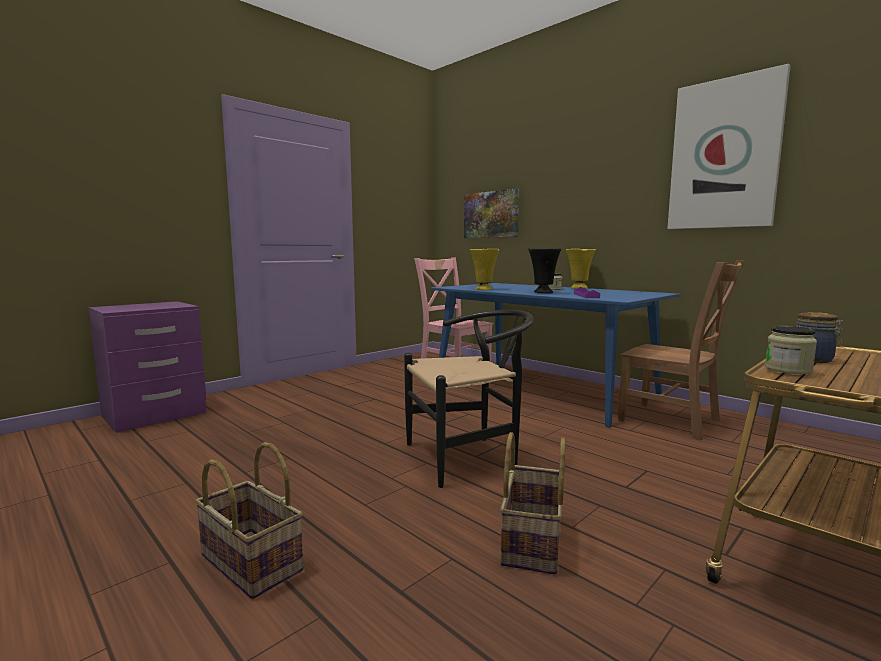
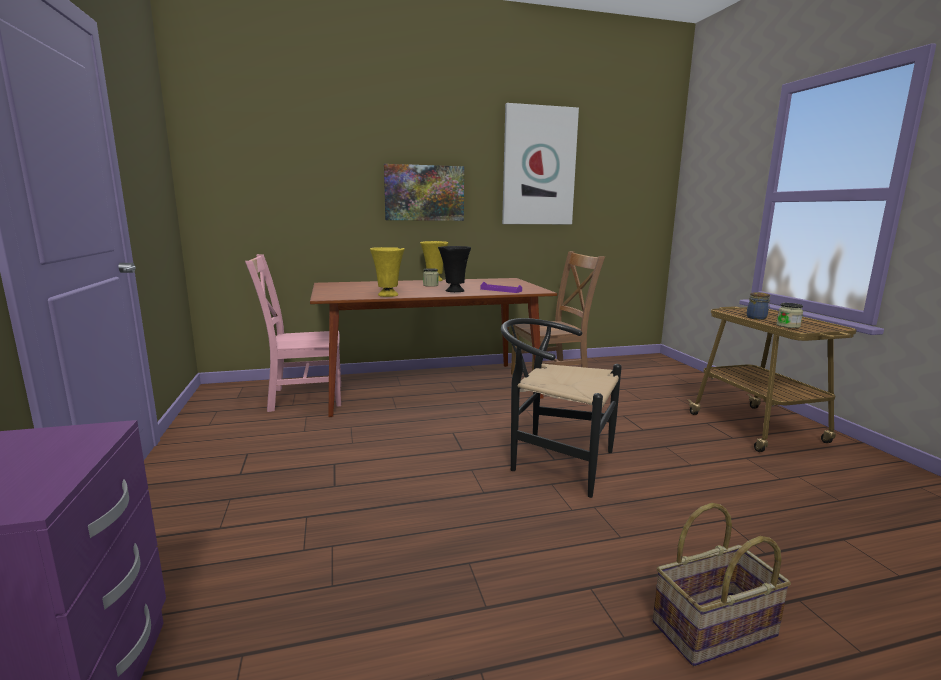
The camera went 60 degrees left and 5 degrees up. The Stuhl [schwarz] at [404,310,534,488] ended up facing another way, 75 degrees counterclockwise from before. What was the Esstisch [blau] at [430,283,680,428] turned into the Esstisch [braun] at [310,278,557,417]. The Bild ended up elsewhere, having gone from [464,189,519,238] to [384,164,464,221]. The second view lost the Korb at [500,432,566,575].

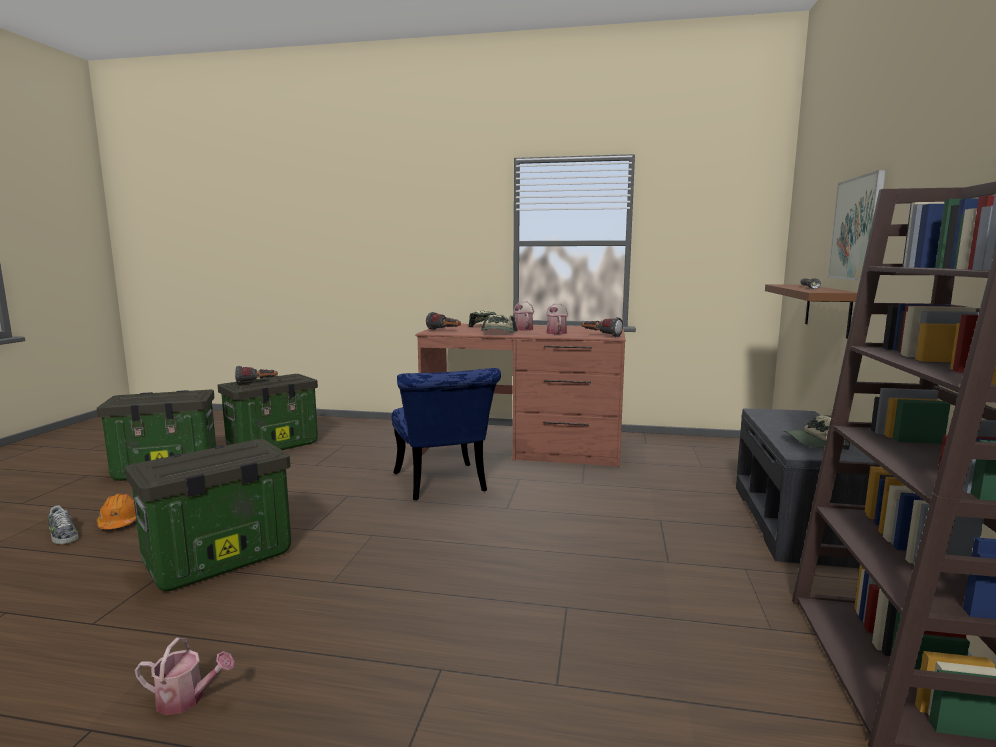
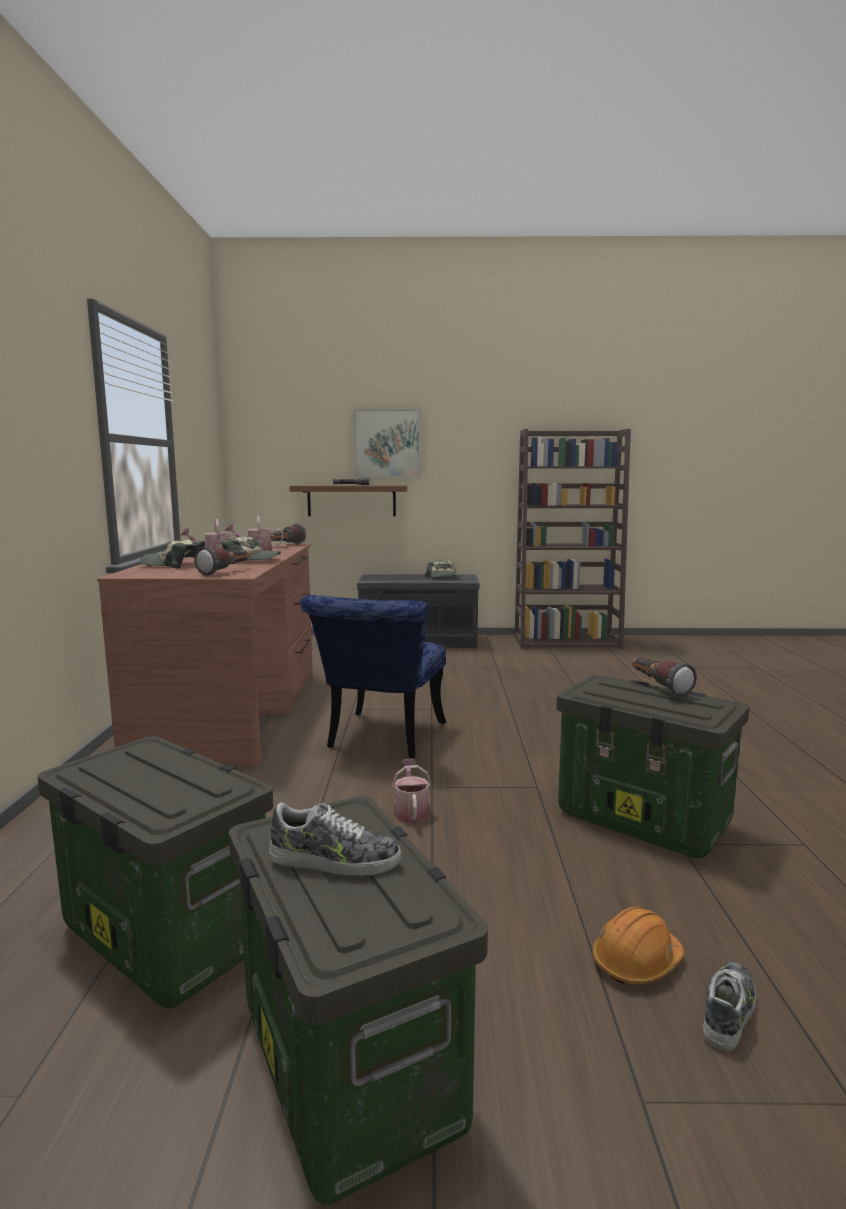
The camera went 100 degrees left and 0 degrees up. The Gießkanne ended up elsewhere, having gone from [135,638,235,716] to [392,759,431,823]. The Taschenlampe ended up elsewhere, having gone from [235,366,278,384] to [632,658,697,697]. The Stuhl [blau] at [392,368,501,500] ended up facing another way, 135 degrees clockwise from before. The second view gained the Schuh at [269,802,401,876].

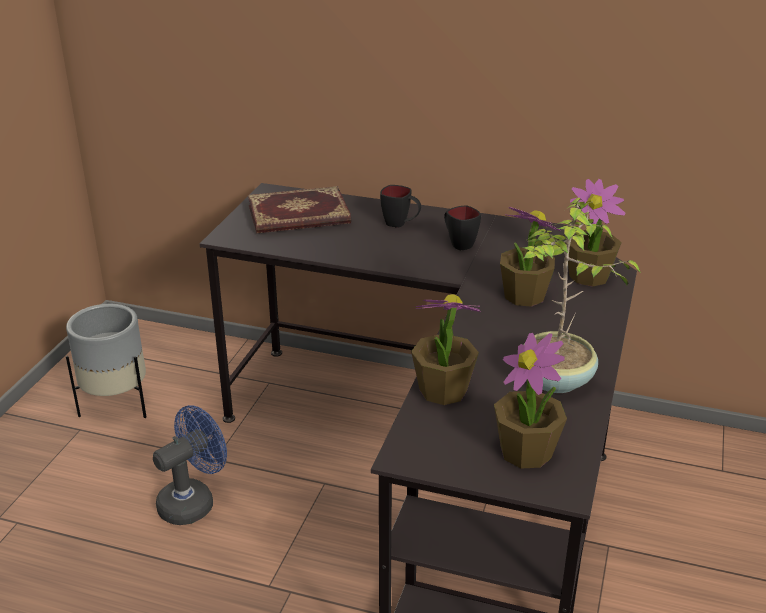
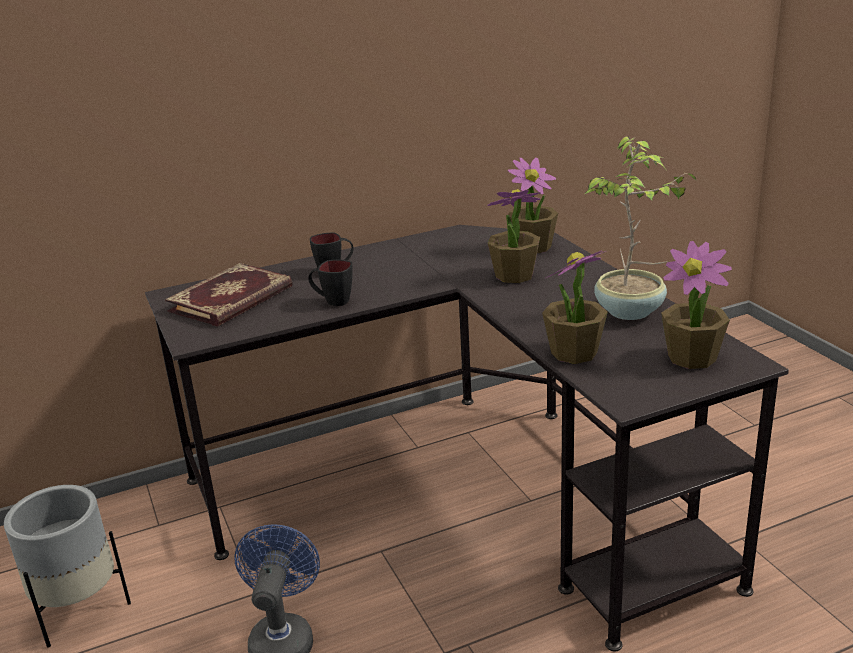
The camera went 40 degrees left and 5 degrees down. The Henkelbecher [schwarz] ended up elsewhere, having gone from [444,205,481,251] to [308,260,353,306].

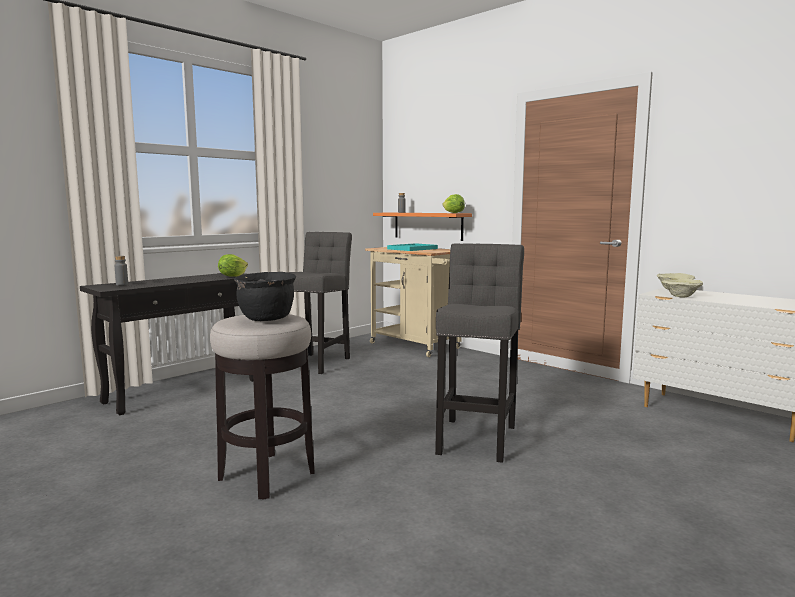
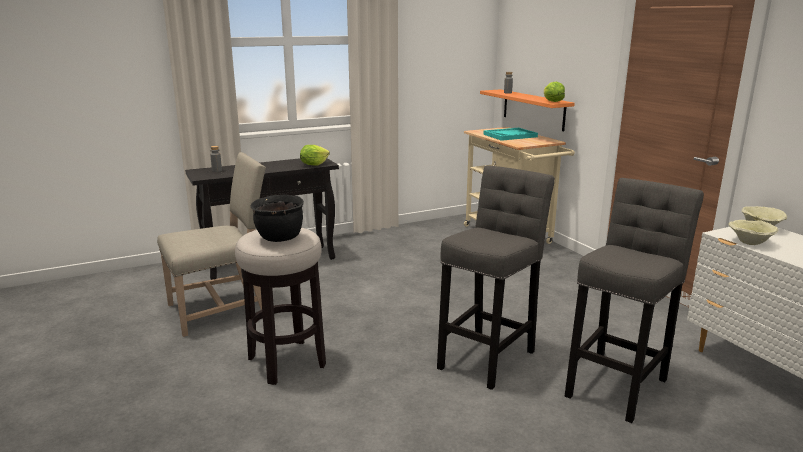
The camera went 20 degrees right and 10 degrees up. The Hocker [grau] ended up elsewhere, having gone from [287,232,352,374] to [565,178,704,423]. The second view gained the Stuhl [beige] at [157,152,266,337].

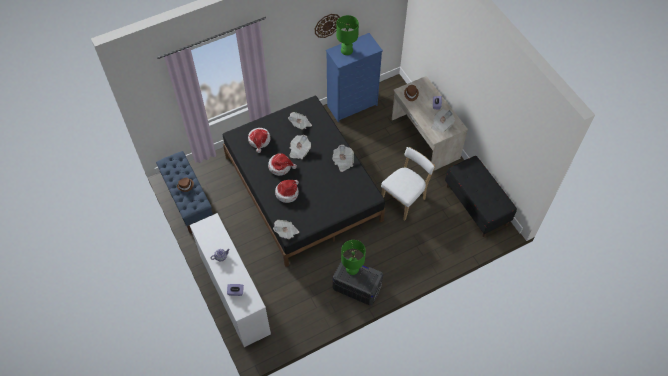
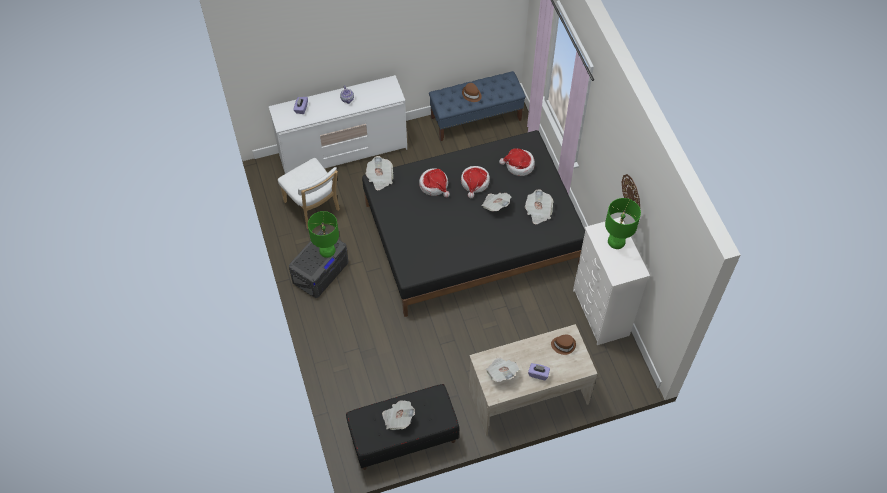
The camera went 100 degrees right and 0 degrees up. What was the Kommode [blau] at [326,33,383,122] turned into the Kommode [weiß] at [573,217,650,345]. The Zeitung ended up elsewhere, having gone from [332,145,354,172] to [382,400,415,430]. The Stuhl [weiß] ended up elsewhere, having gone from [381,147,435,220] to [278,158,340,229].

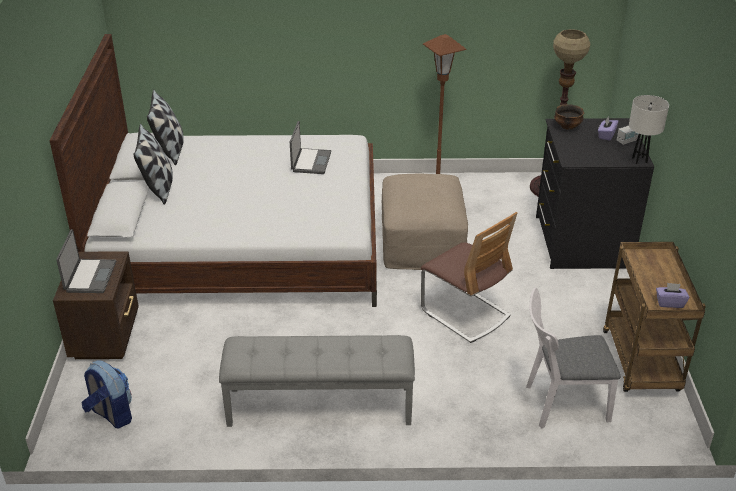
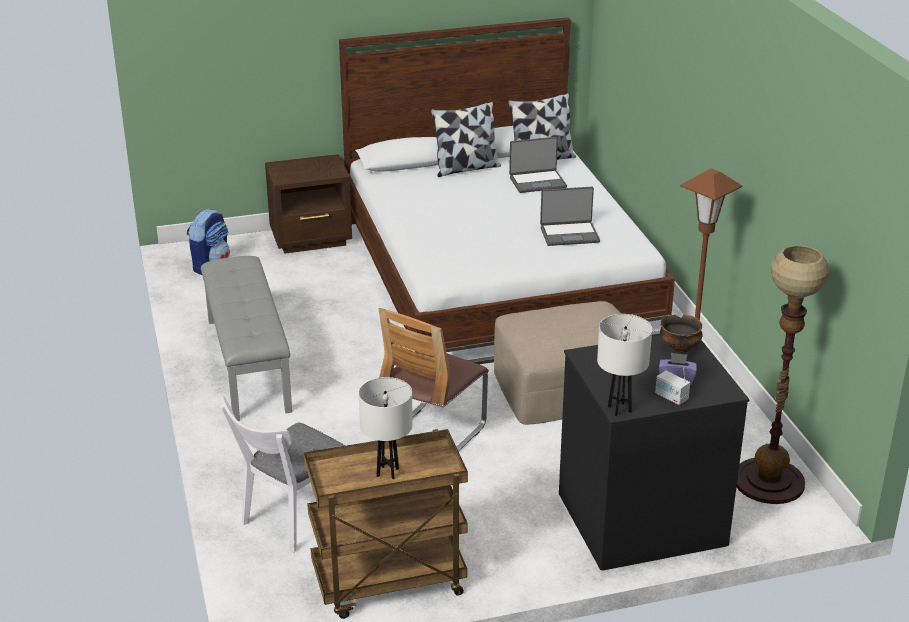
The camera went 75 degrees right and 5 degrees down. The Laptop ended up elsewhere, having gone from [56,229,116,293] to [509,137,567,193]. The Stuhl [weiß] at [526,288,620,429] ended up facing another way, 120 degrees counterclockwise from before. The second view lost the Taschentuchbox [lila] at [656,283,689,308]. The second view gained the Tischlampe [weiß] at [359,377,413,479].

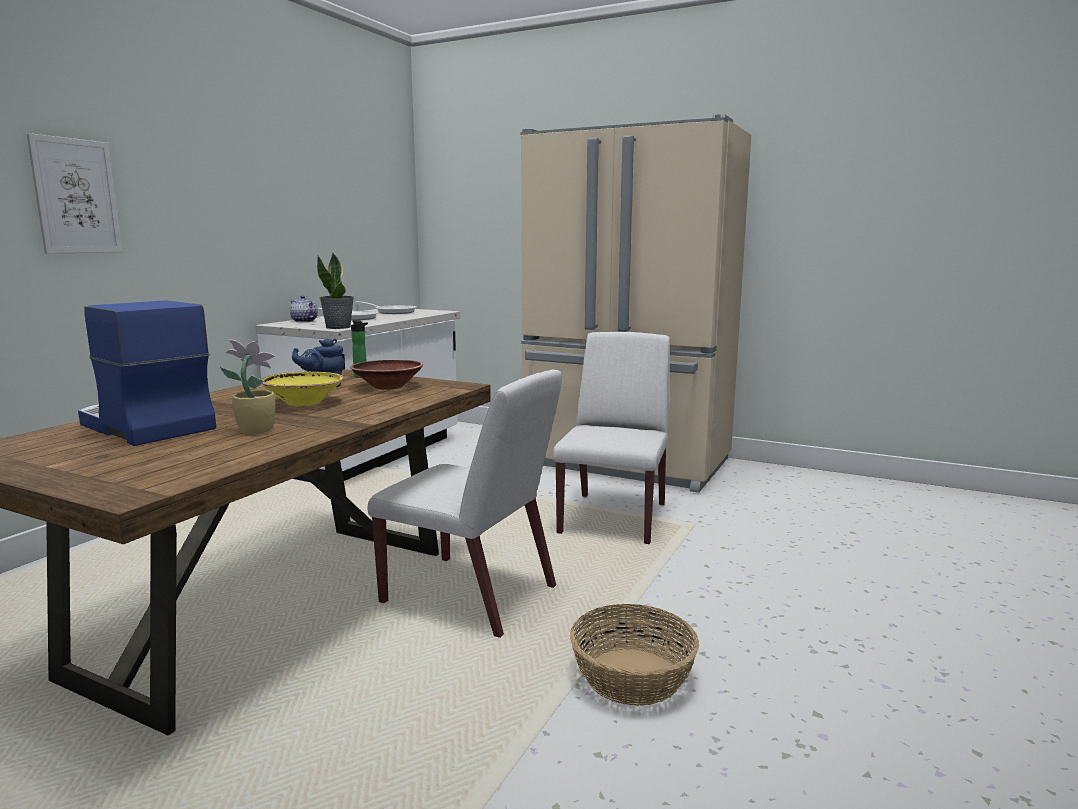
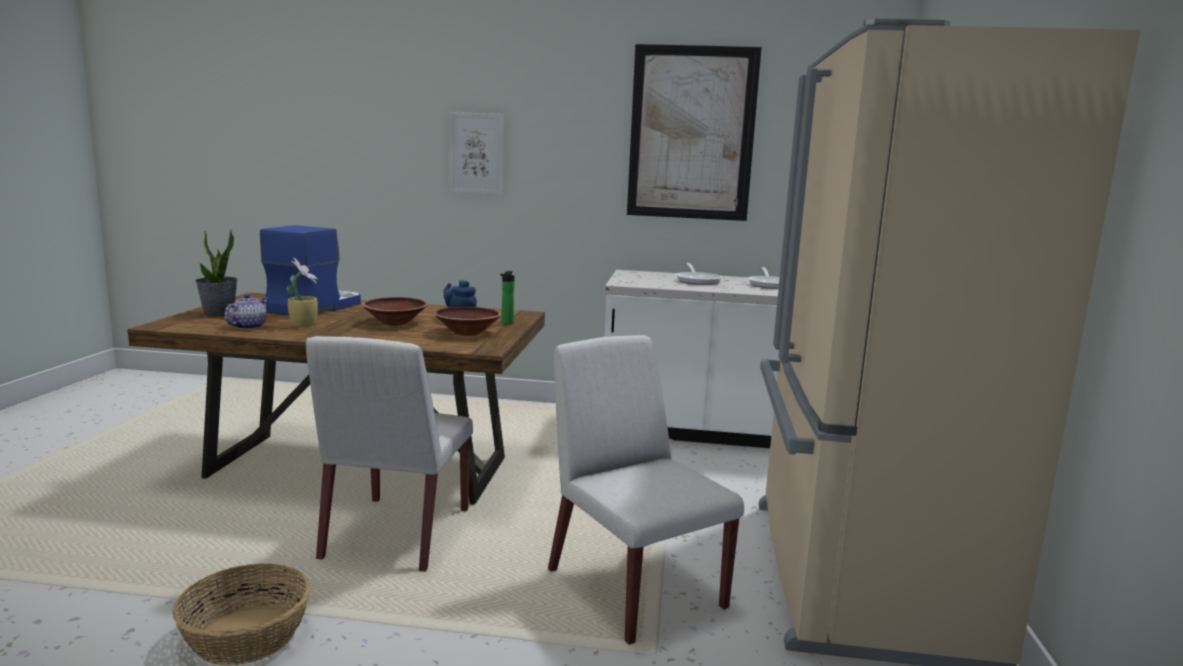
The camera went 70 degrees right and 0 degrees up. What was the Schüssel [gelb] at [261,372,344,406] turned into the Schüssel [braun] at [362,297,428,326]. The Teekanne ended up elsewhere, having gone from [290,296,318,322] to [225,294,268,330]. The Topfpflanze ended up elsewhere, having gone from [317,253,354,329] to [195,229,238,317]. The Stuhl [weiß] at [553,332,670,544] ended up facing another way, 120 degrees counterclockwise from before. The second view gained the Bild at [627,44,761,221].

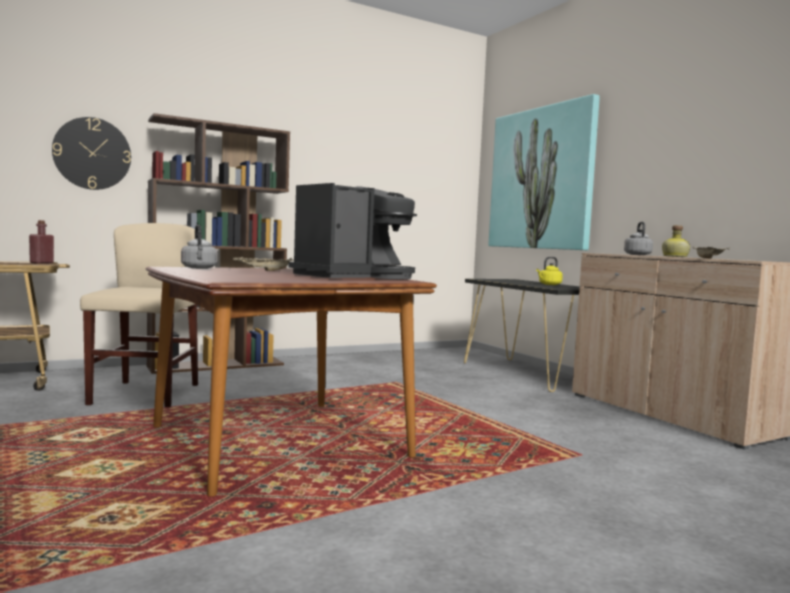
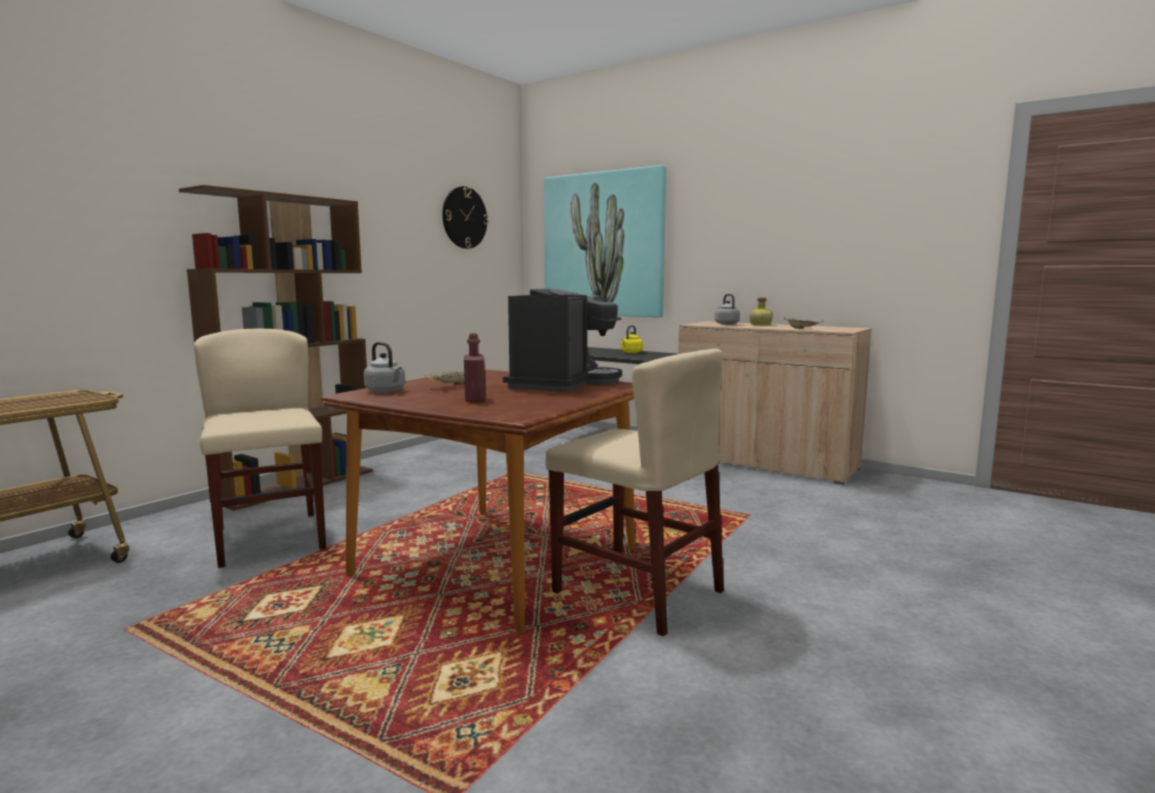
The camera went 25 degrees left and 5 degrees up. The Flasche [rot] ended up elsewhere, having gone from [29,220,54,264] to [464,333,485,402]. The Wanduhr ended up elsewhere, having gone from [52,117,131,190] to [442,186,489,249]. The second view gained the Stuhl [beige] at [545,348,724,636].

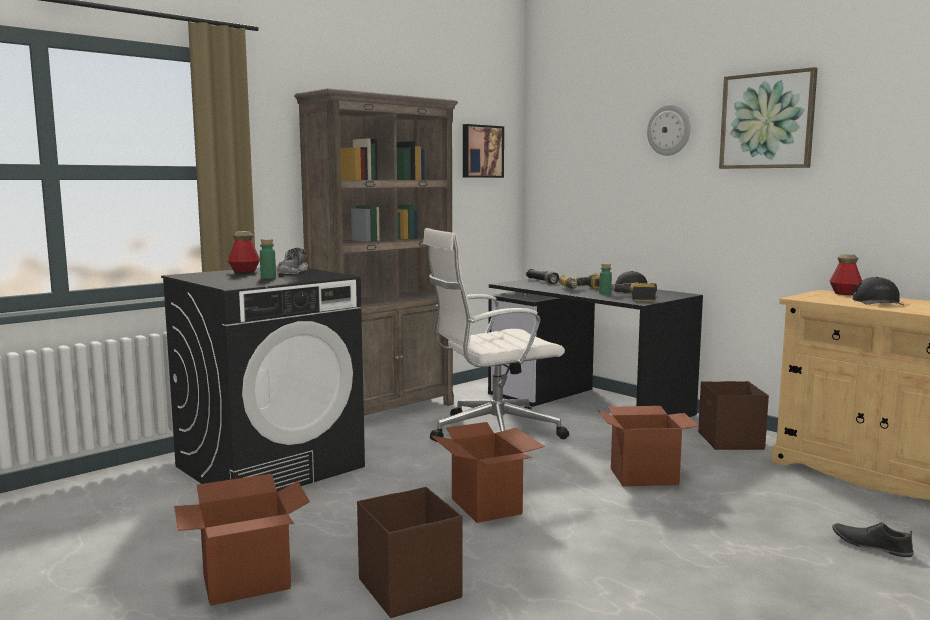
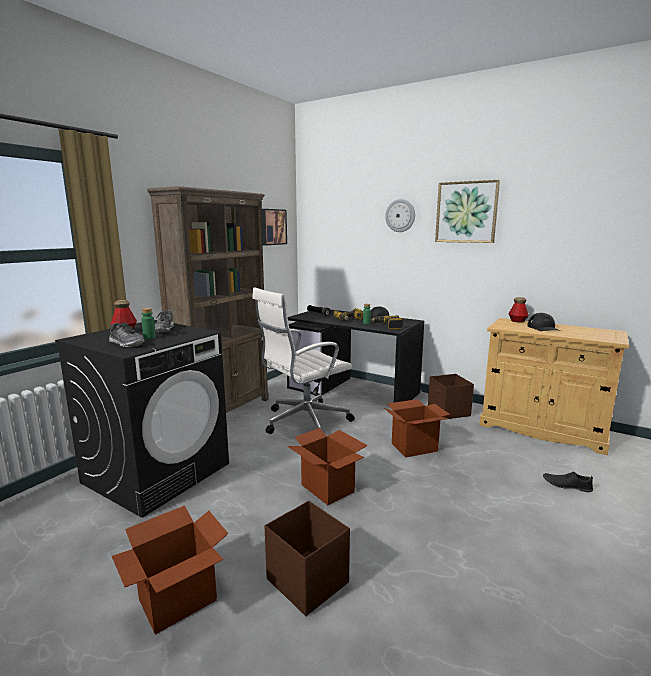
The camera went 15 degrees left and 5 degrees up. The second view gained the Schuh at [109,322,145,347].

